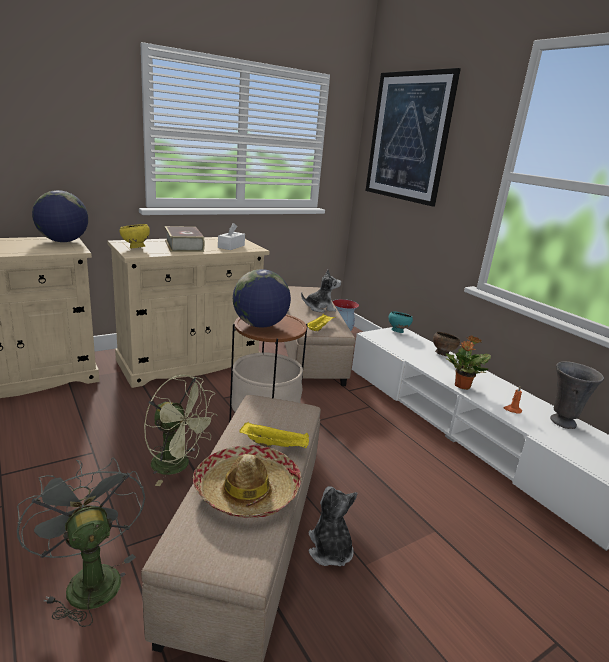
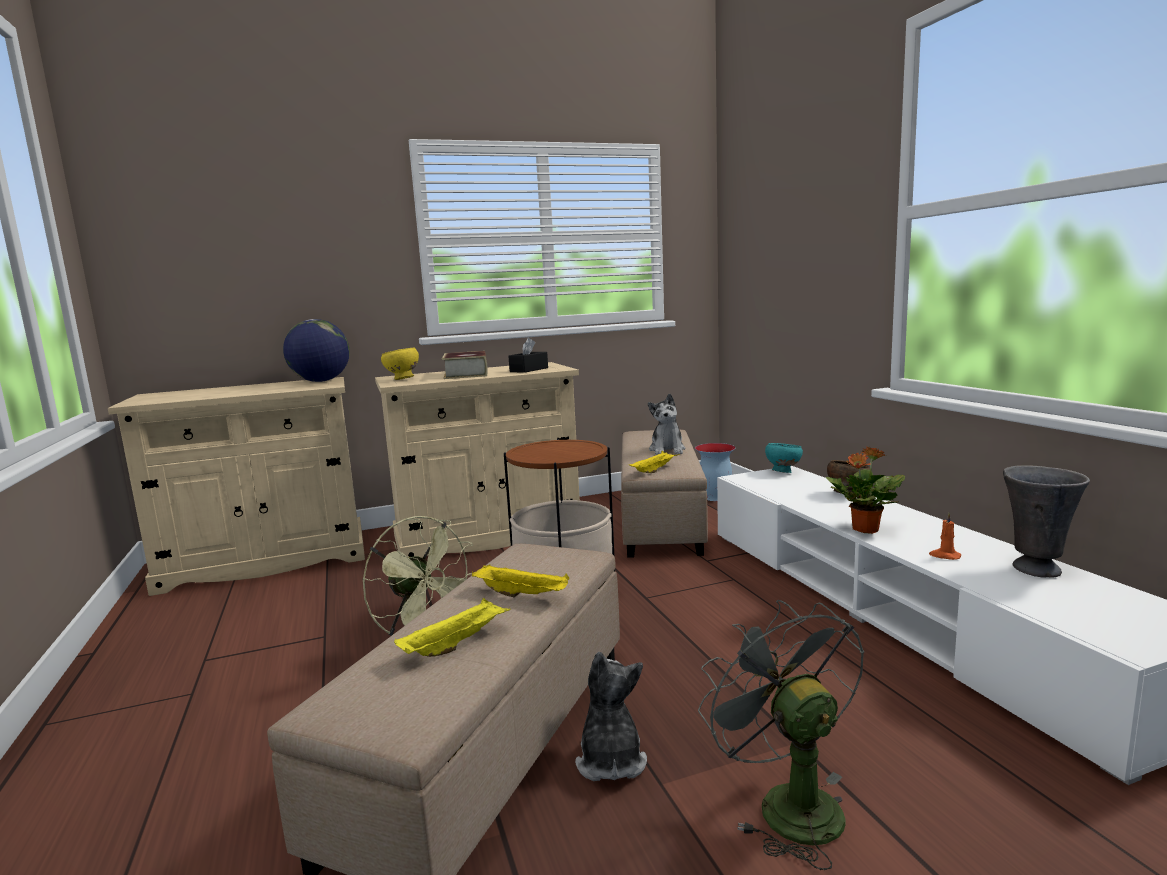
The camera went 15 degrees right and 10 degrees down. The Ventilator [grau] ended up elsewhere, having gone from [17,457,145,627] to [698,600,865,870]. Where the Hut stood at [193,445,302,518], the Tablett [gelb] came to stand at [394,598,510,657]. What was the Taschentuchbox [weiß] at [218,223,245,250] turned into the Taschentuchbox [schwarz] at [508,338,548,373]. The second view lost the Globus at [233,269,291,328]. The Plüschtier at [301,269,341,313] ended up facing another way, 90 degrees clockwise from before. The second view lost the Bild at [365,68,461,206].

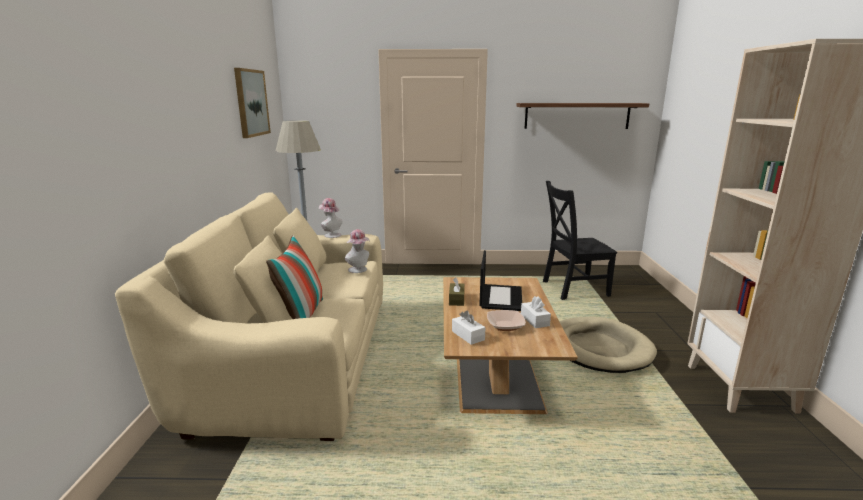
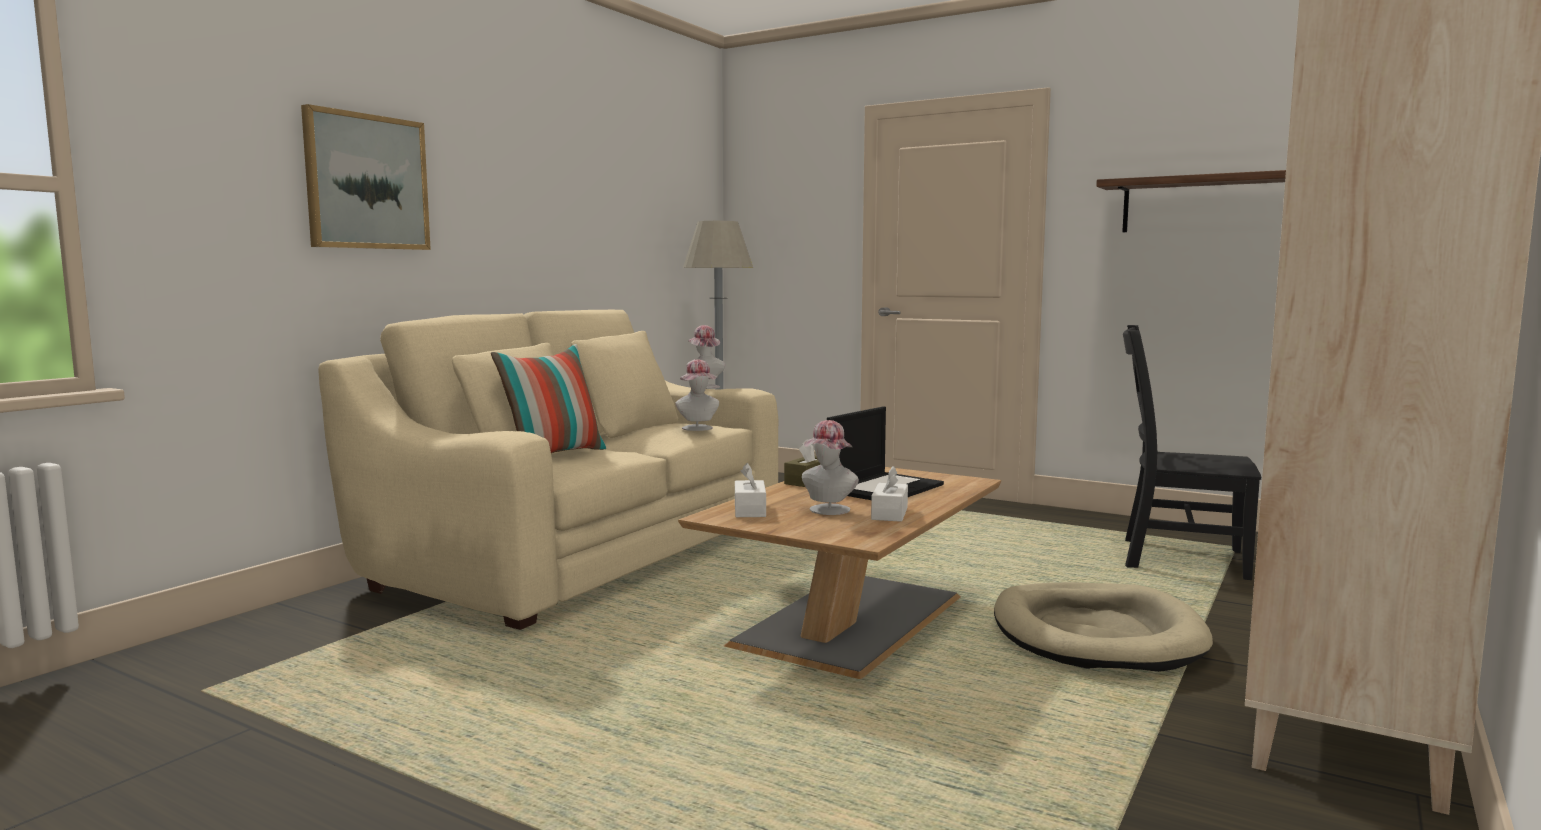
The camera went 30 degrees right and 10 degrees down. The Bild ended up elsewhere, having gone from [234,68,271,138] to [301,104,431,250]. Where the Schüssel stood at [487,310,526,331], the Hut came to stand at [802,420,859,515].

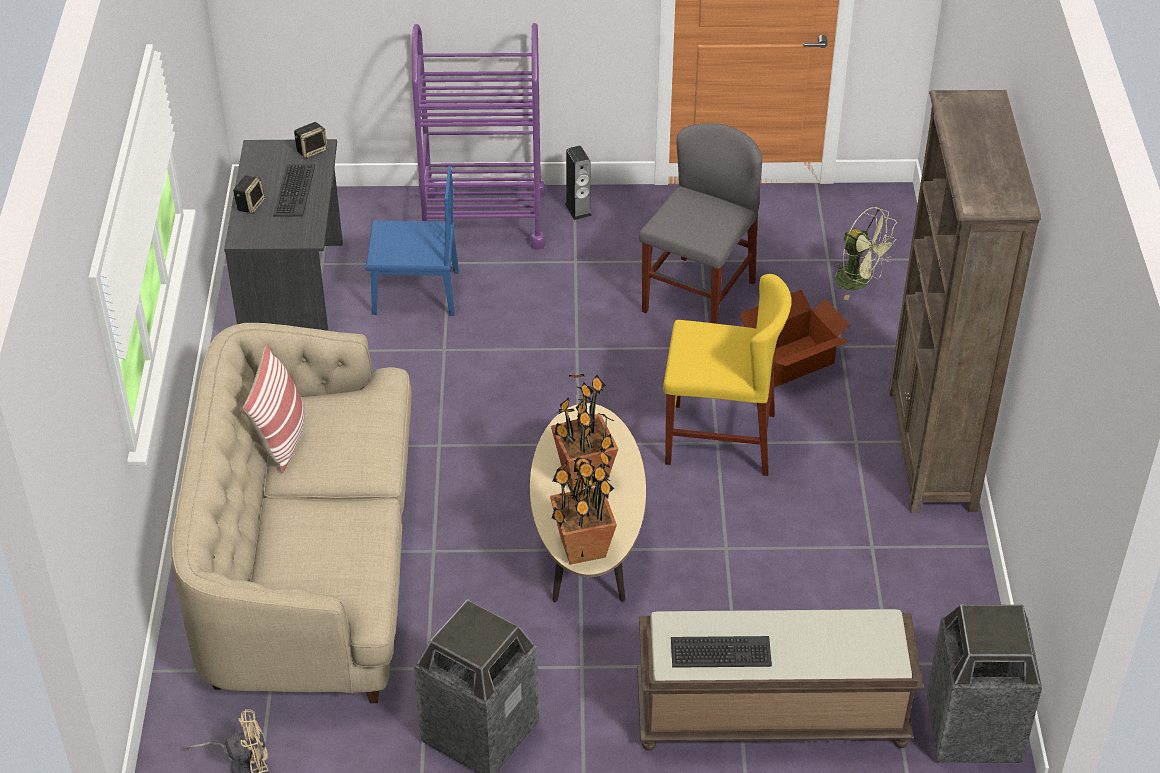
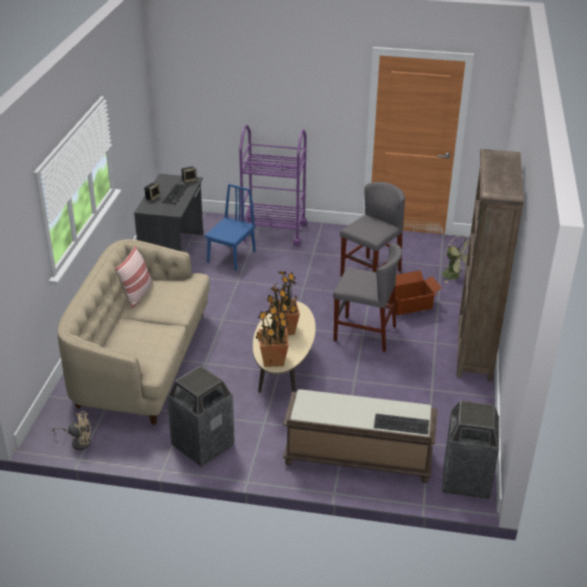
The camera went 10 degrees right and 10 degrees down. The Stuhl [blau] at [365,166,459,316] ended up facing another way, 75 degrees counterclockwise from before. The second view lost the Lautsprecher at [565,146,592,220]. What was the Stuhl [gelb] at [663,274,791,476] turned into the Stuhl [grau] at [333,243,402,352]. The Tastatur ended up elsewhere, having gone from [671,636,772,668] to [374,414,429,435].

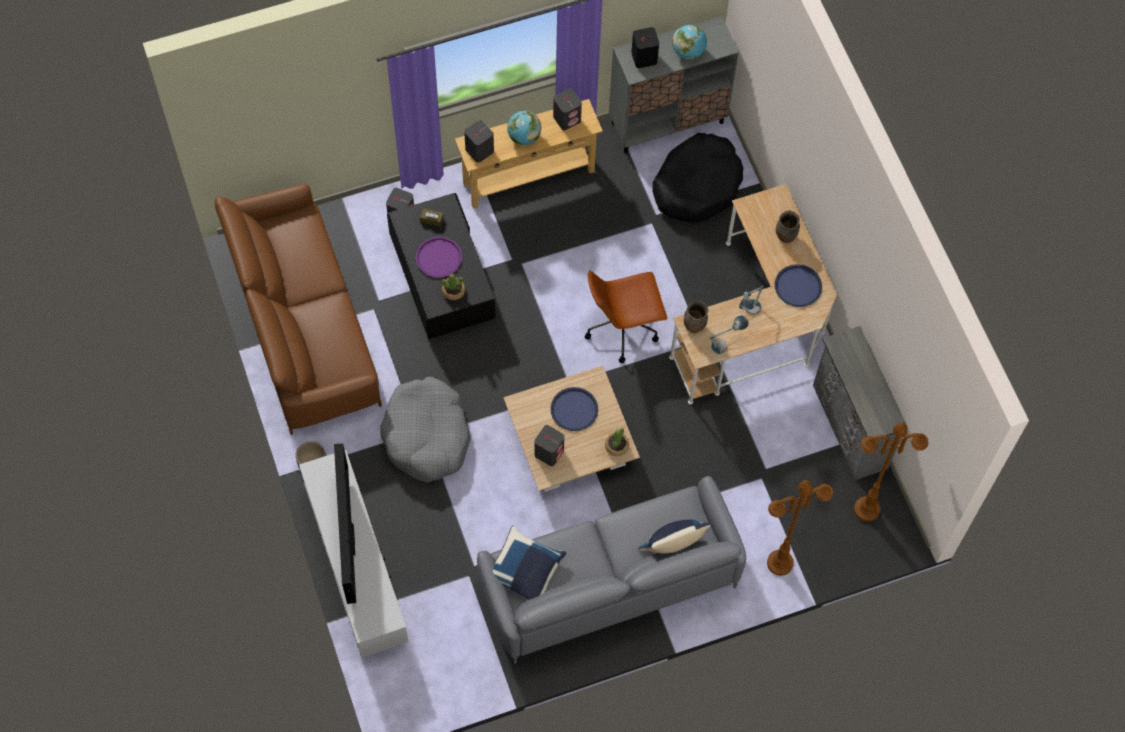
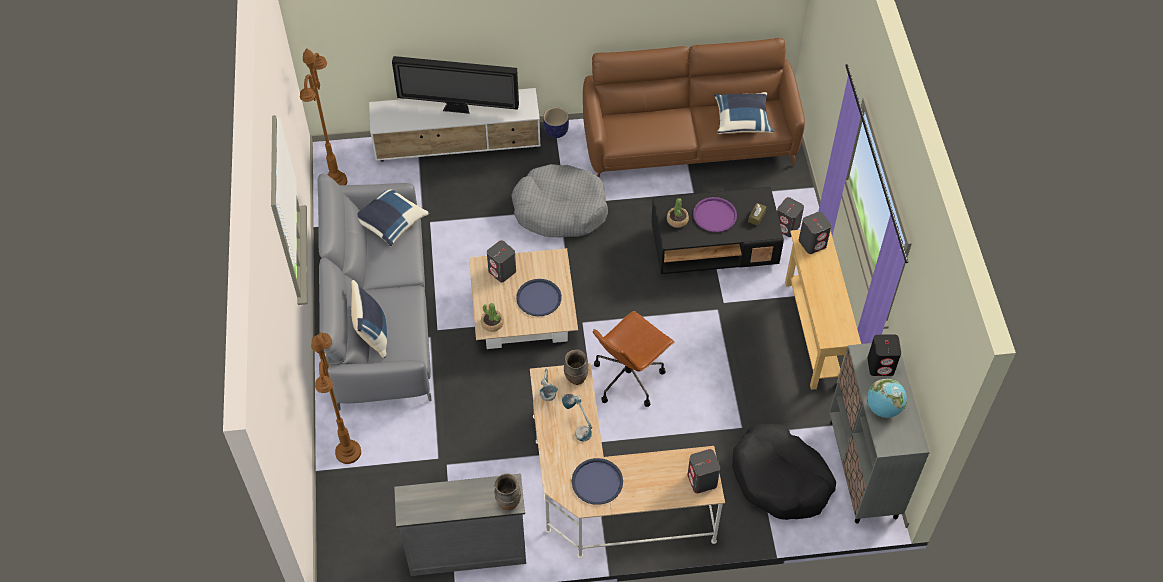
The camera went 105 degrees right and 10 degrees down. The second view lost the Globus at [507,111,541,145]. The Lautsprecher [grau] ended up elsewhere, having gone from [553,88,582,130] to [687,449,720,493]. The Bürostuhl [braun] at [585,270,668,363] ended up facing another way, 135 degrees counterclockwise from before. The Vase [braun] ended up elsewhere, having gone from [776,210,800,243] to [494,474,521,510]. The Stehlampe [braun] ended up elsewhere, having gone from [854,422,928,522] to [300,48,347,185]. The second view gained the Kissen [blau] at [714,92,774,134].

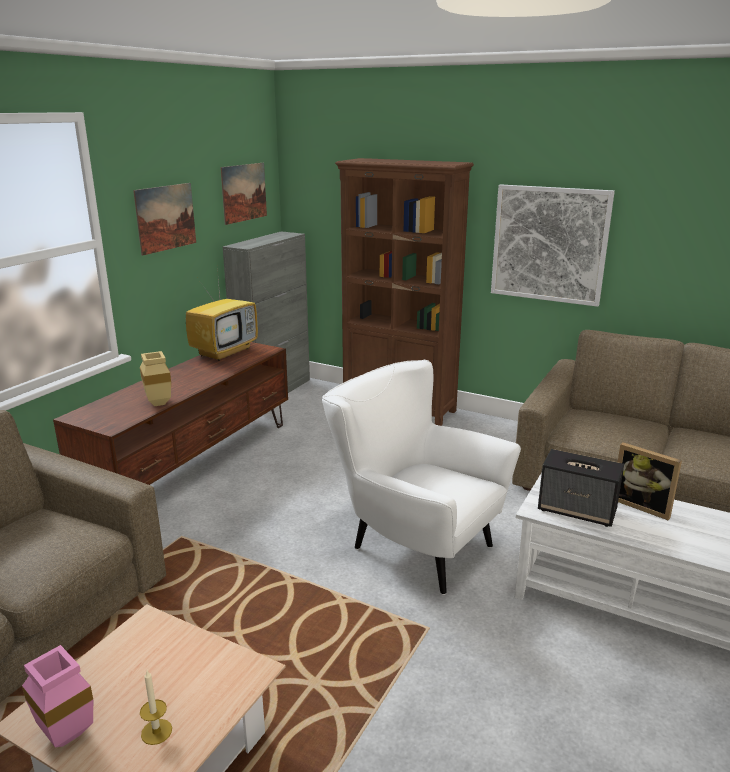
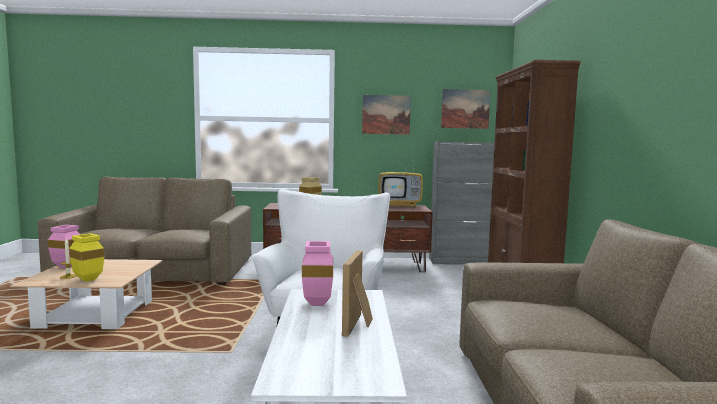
The camera went 60 degrees right and 15 degrees down. The second view lost the Bild at [491,184,615,307]. Where the Lautsprecher stood at [538,449,624,527], the Vase [rosa] came to stand at [302,241,333,306]. The second view gained the Vase [gelb] at [69,233,104,282].

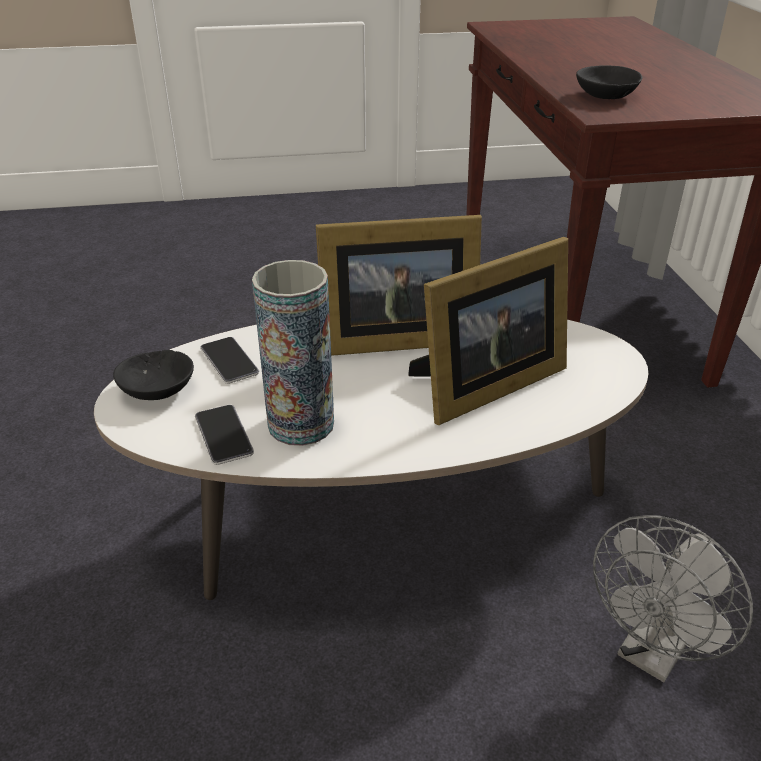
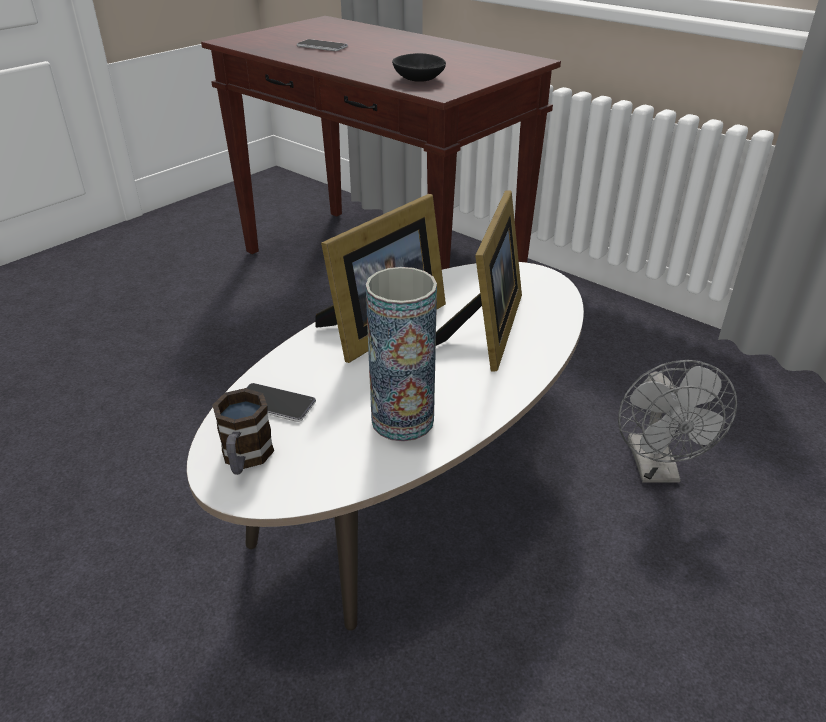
The camera went 40 degrees left and 0 degrees up. Where the Schüssel [schwarz] stood at [113,350,194,400], the Henkelbecher came to stand at [212,388,274,475]. The Handy ended up elsewhere, having gone from [195,405,254,465] to [297,39,348,51].

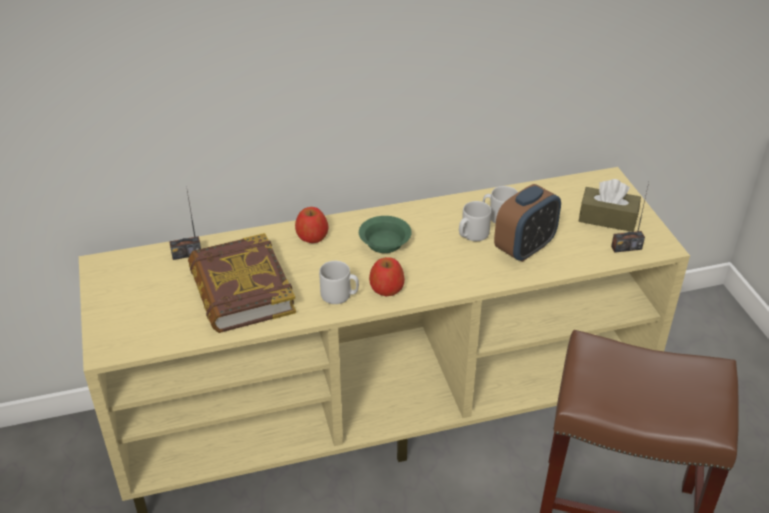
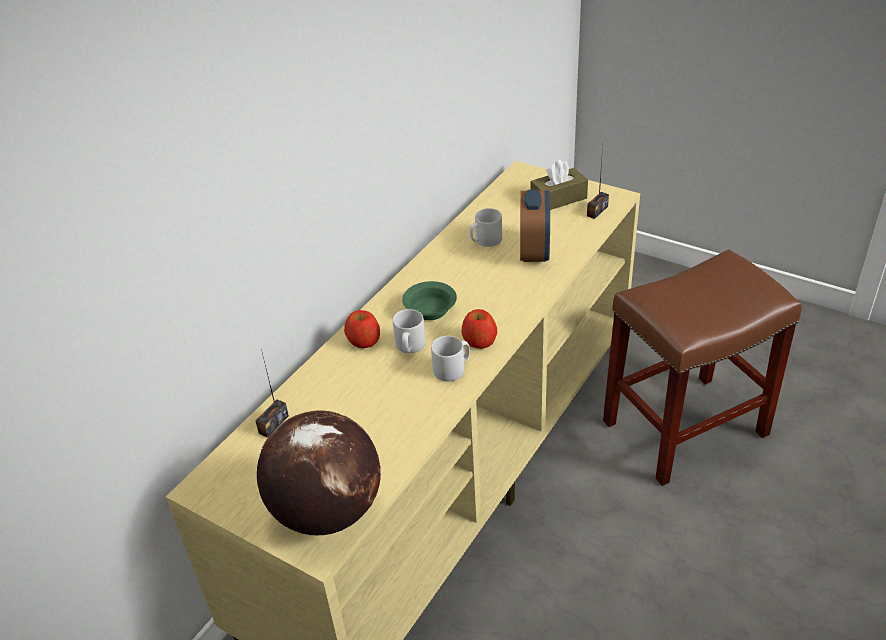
The camera went 40 degrees left and 0 degrees up. The second view lost the Buch at [188,233,296,333]. The Henkelbecher [grau] ended up elsewhere, having gone from [459,201,491,241] to [393,309,426,353]. The second view gained the Globus at [257,410,381,535].

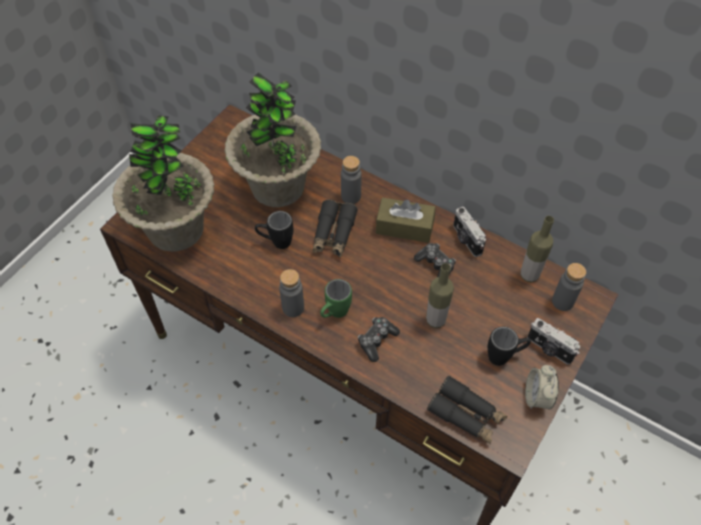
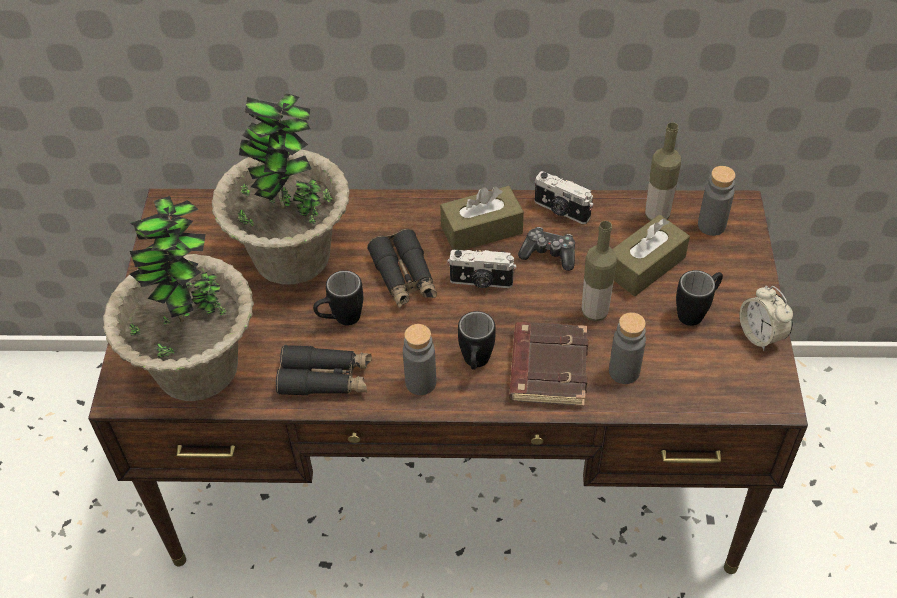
The camera went 30 degrees left and 5 degrees down. What was the Henkelbecher [grün] at [320,279,352,318] turned into the Henkelbecher [schwarz] at [458,311,496,370]. The Flasche [grau] ended up elsewhere, having gone from [341,156,362,204] to [609,312,646,384]. Where the Gamepad stood at [358,317,400,362], the Buch [braun] came to stand at [509,322,588,406]. The Fernglas [schwarz] ended up elsewhere, having gone from [427,376,507,444] to [276,345,372,396]. The Kamera ended up elsewhere, having gone from [527,318,580,365] to [447,250,516,288]. The second view gained the Taschentuchbox [braun] at [613,215,690,296].

